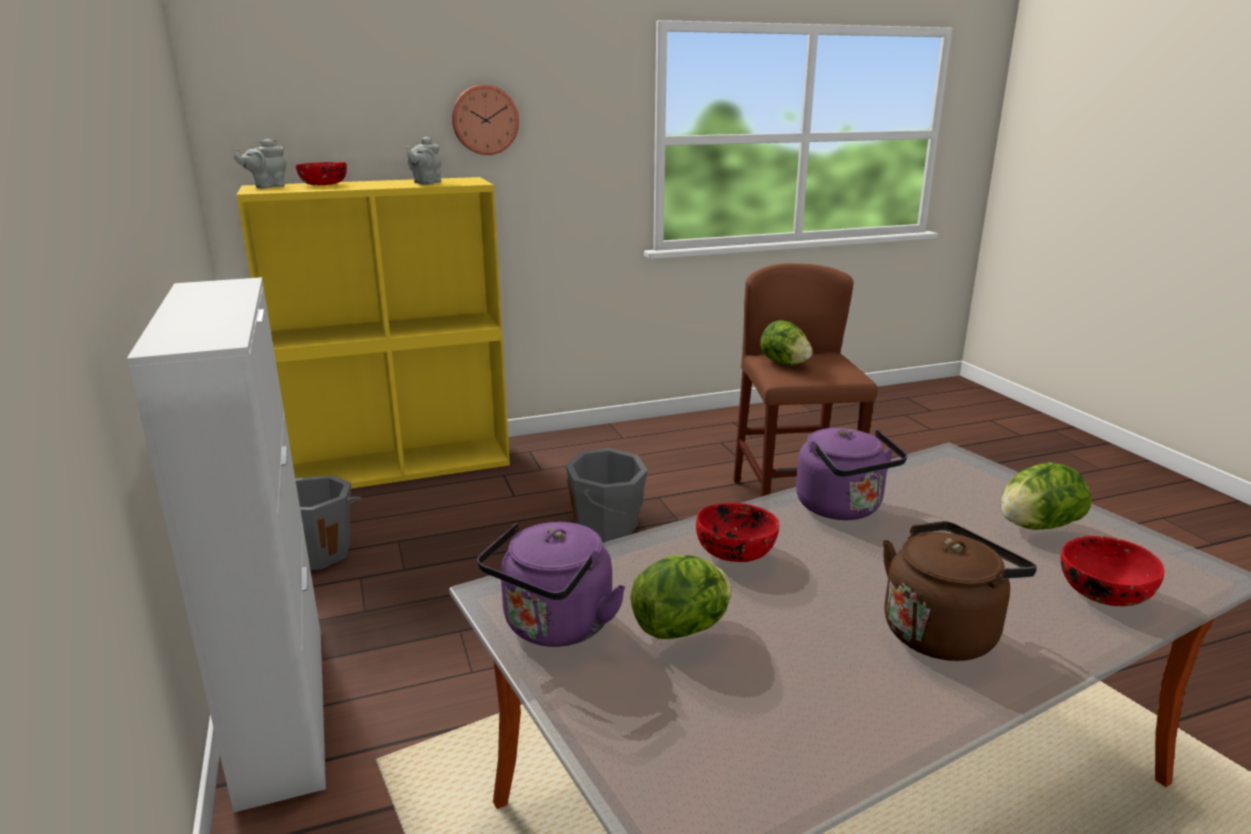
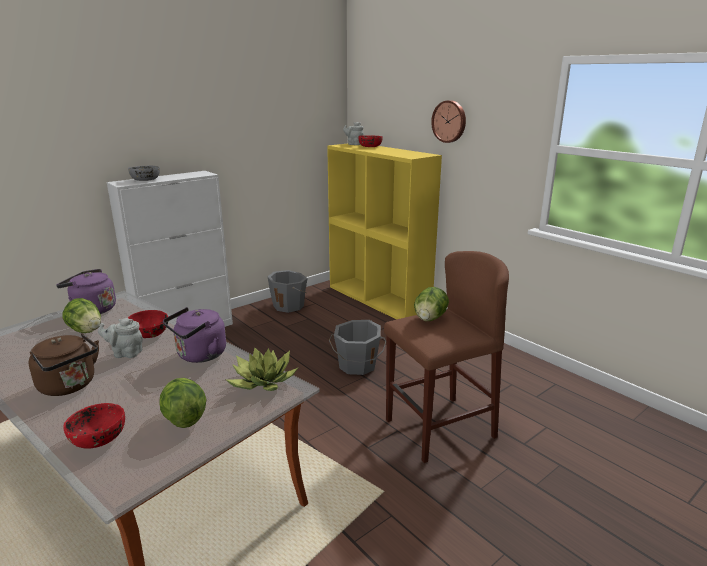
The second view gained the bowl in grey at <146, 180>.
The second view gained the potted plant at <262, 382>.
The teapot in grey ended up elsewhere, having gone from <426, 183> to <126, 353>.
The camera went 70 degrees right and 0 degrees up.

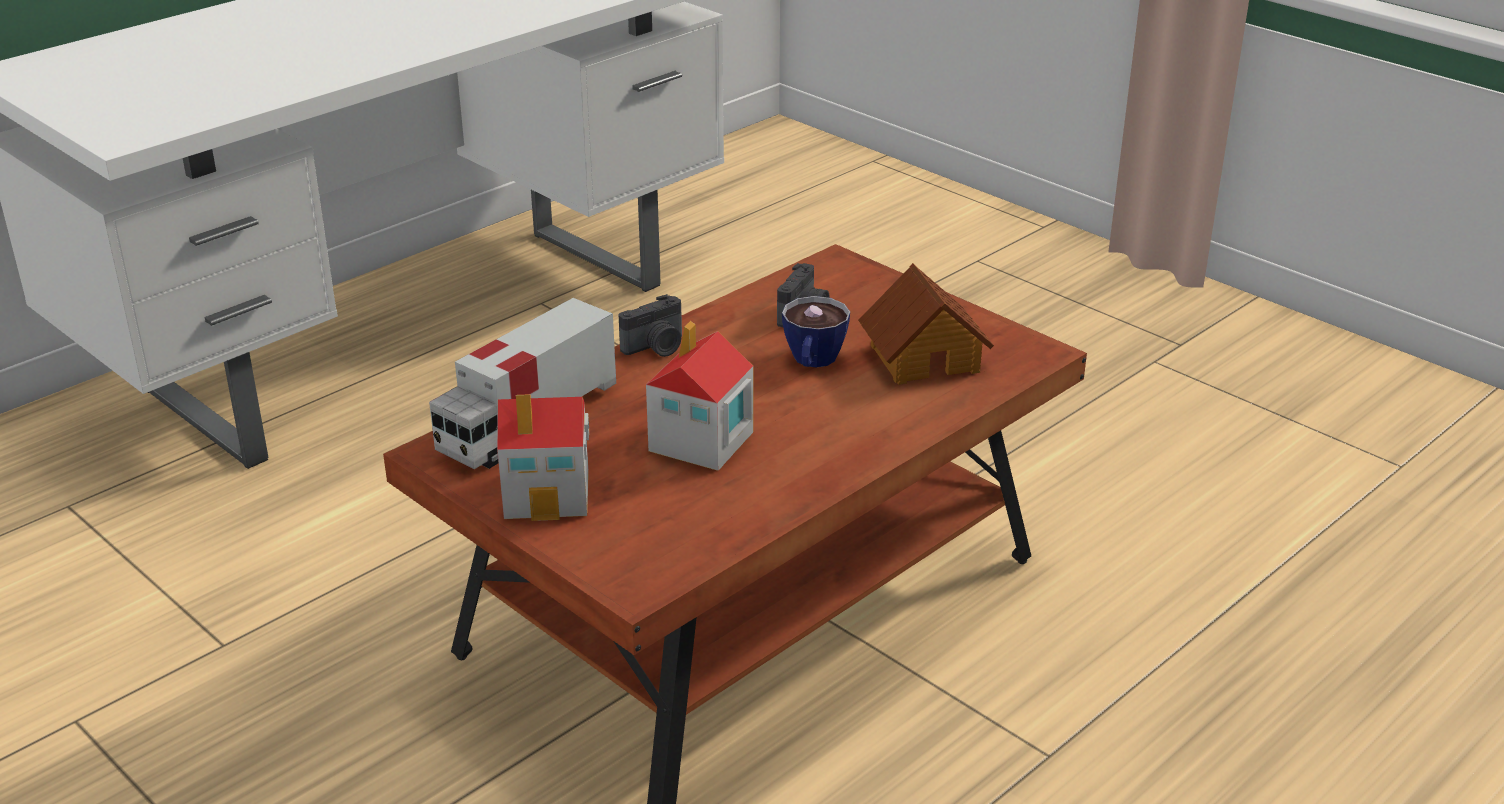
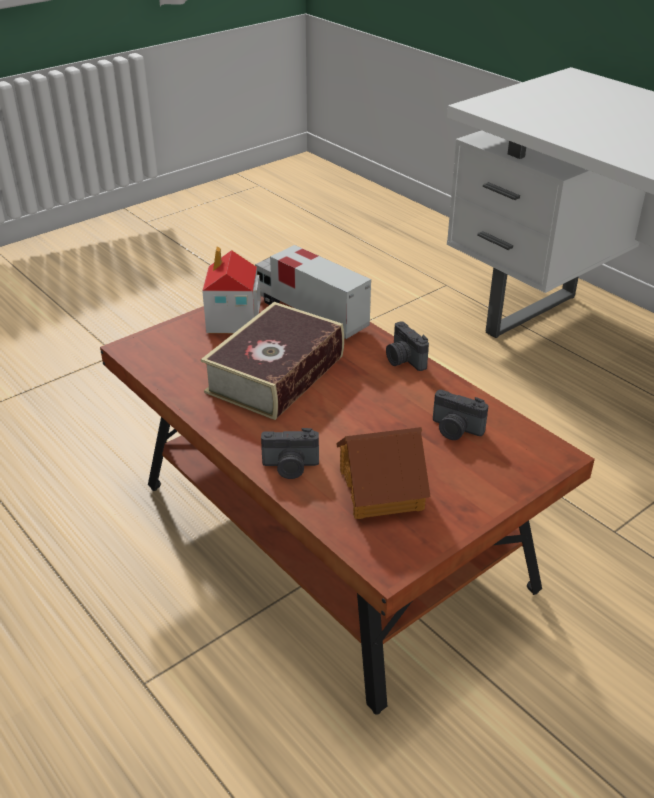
The second view lost the cup at <812, 362>.
The second view gained the photo camera at <290, 467>.
Where the toy house stood at <700, 442>, the book came to stand at <276, 374>.
The camera went 95 degrees right and 5 degrees up.

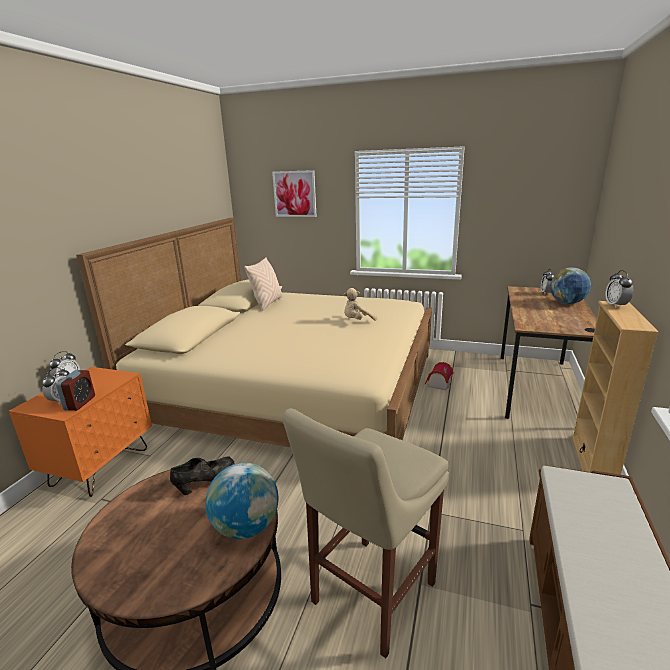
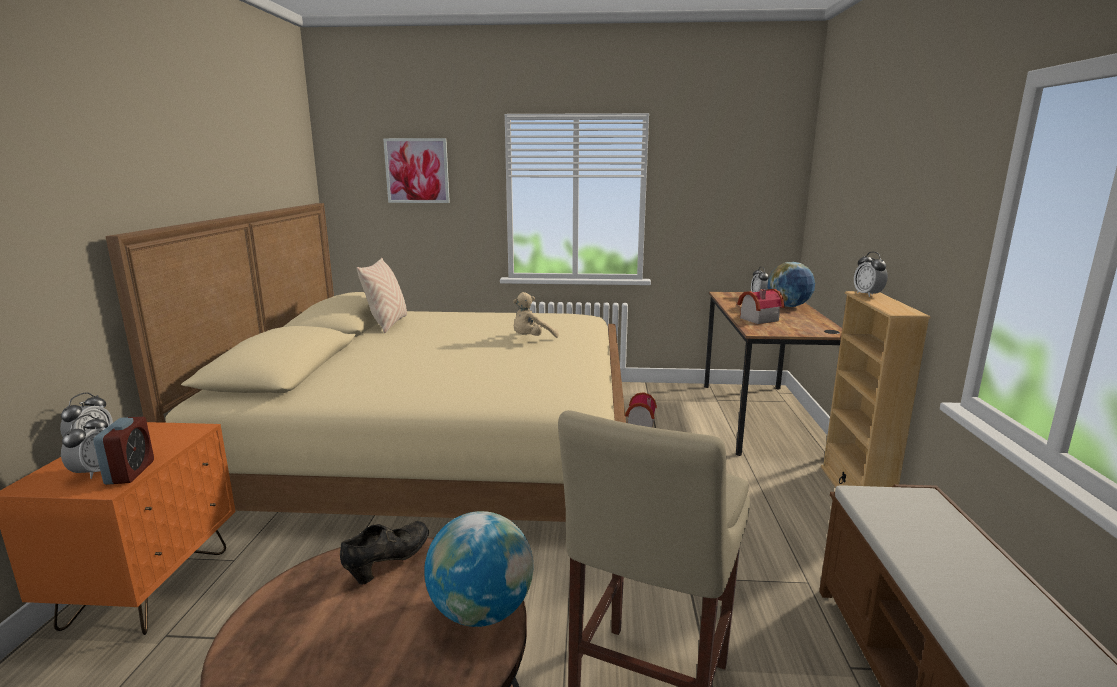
The second view gained the toy house at <756, 319>.
The camera went 15 degrees left and 5 degrees down.

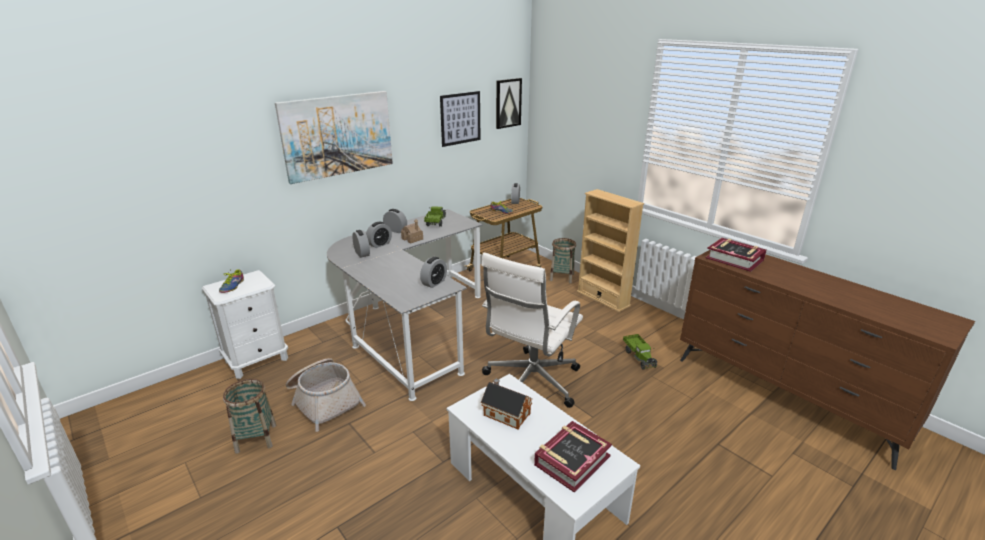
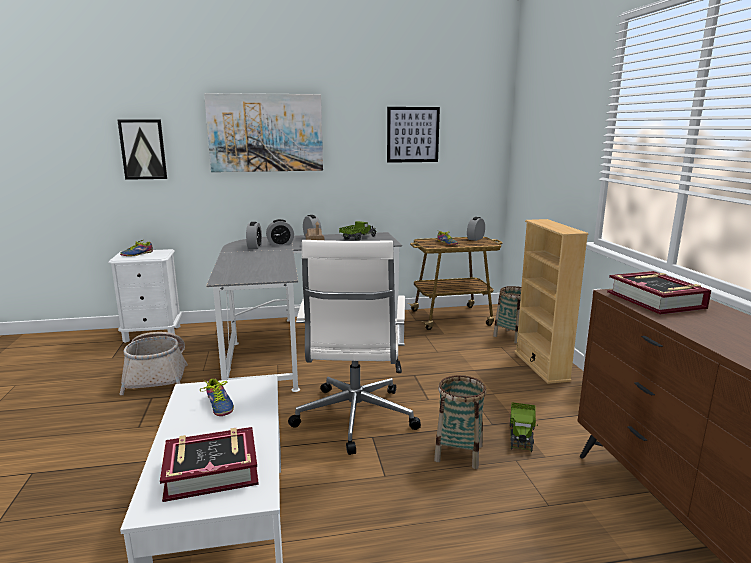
The second view lost the alarm clock at <434, 283>.
The basket ended up elsewhere, having gone from <256, 438> to <458, 453>.
The picture ended up elsewhere, having gone from <508, 103> to <143, 149>.
Where the toy house stood at <505, 413>, the shoe came to stand at <217, 406>.
The office chair in white at <530, 383> ended up facing another way, 60 degrees counterclockwise from before.
The camera went 30 degrees right and 10 degrees down.

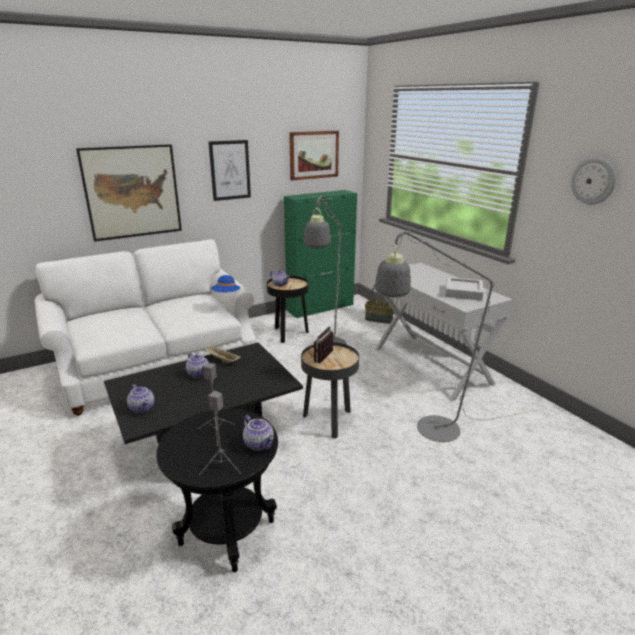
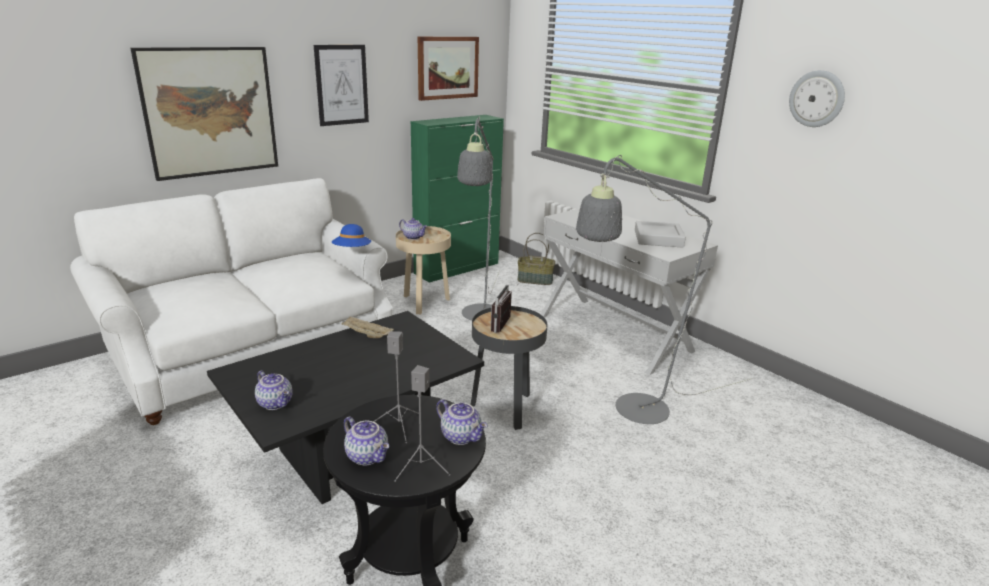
The teapot ended up elsewhere, having gone from <199, 374> to <368, 456>.
What was the side table in black at <288, 334> turned into the side table in beige at <424, 302>.
The camera went 10 degrees left and 0 degrees up.

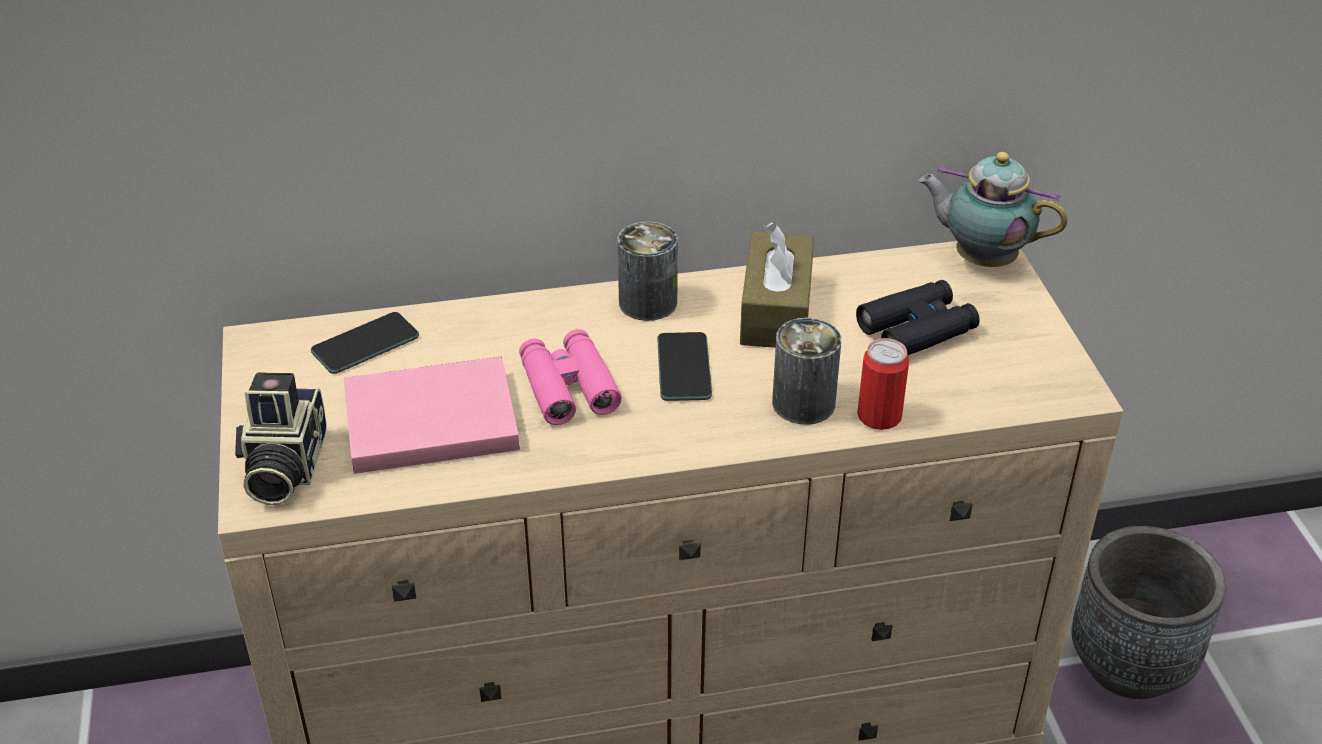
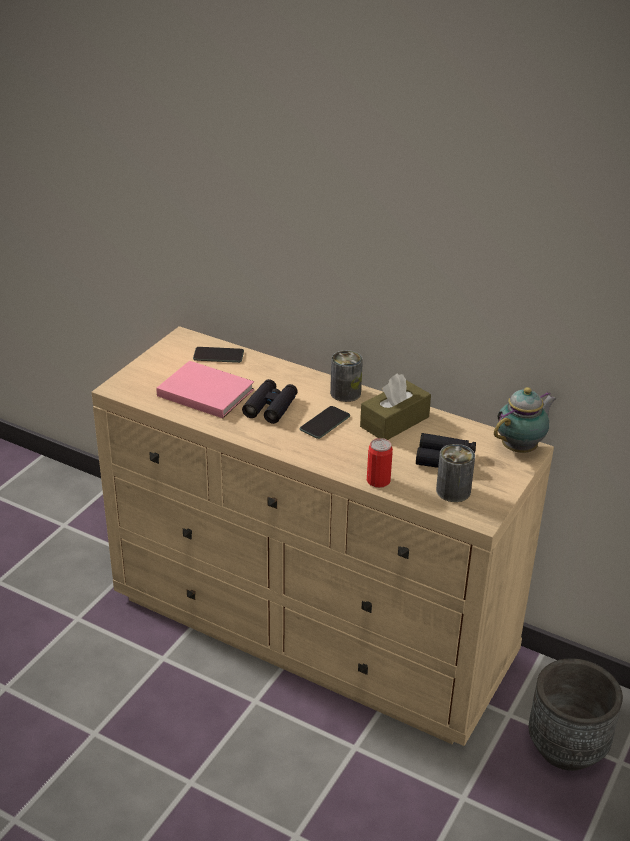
The second view lost the photo camera at <282, 467>.
The can ended up elsewhere, having gone from <803, 403> to <453, 491>.
What was the binoculars in pink at <568, 387> turned into the binoculars in black at <271, 407>.
The teapot at <981, 259> ended up facing another way, 75 degrees clockwise from before.
The camera went 40 degrees right and 5 degrees down.

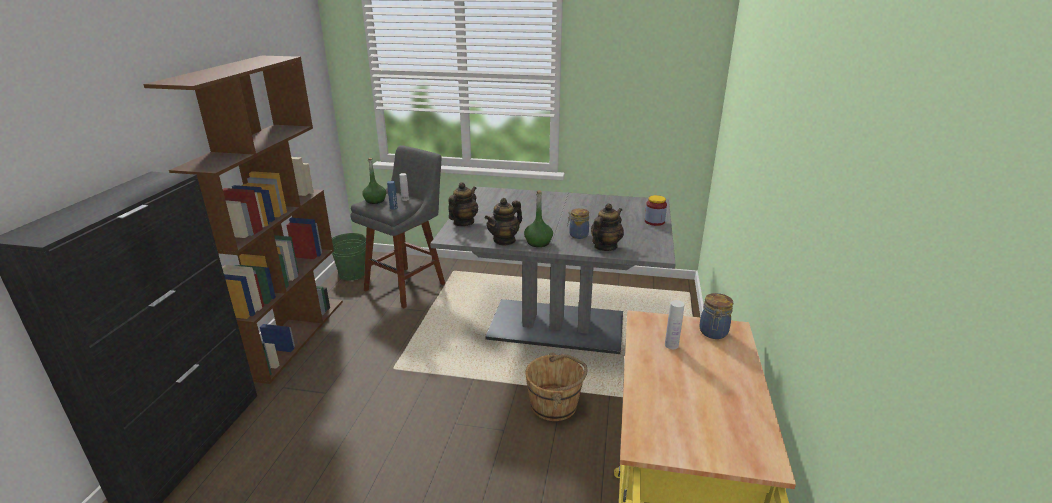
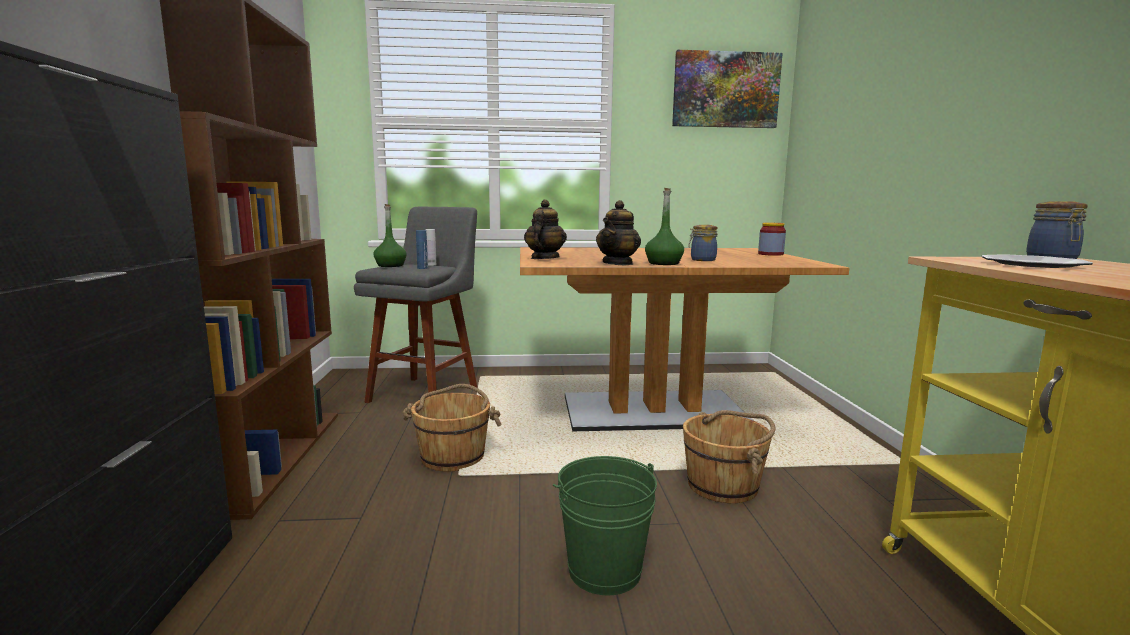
The second view lost the teapot at <605, 247>.
The second view gained the bucket in brown at <453, 456>.
The second view gained the picture at <725, 90>.
The bucket in green ended up elsewhere, having gone from <352, 273> to <605, 570>.
Where the bottle in white stood at <671, 345>, the plate came to stand at <1032, 264>.
What was the dining table in grey at <556, 327> turned into the dining table in brown at <653, 412>.
The camera went 15 degrees left and 15 degrees down.

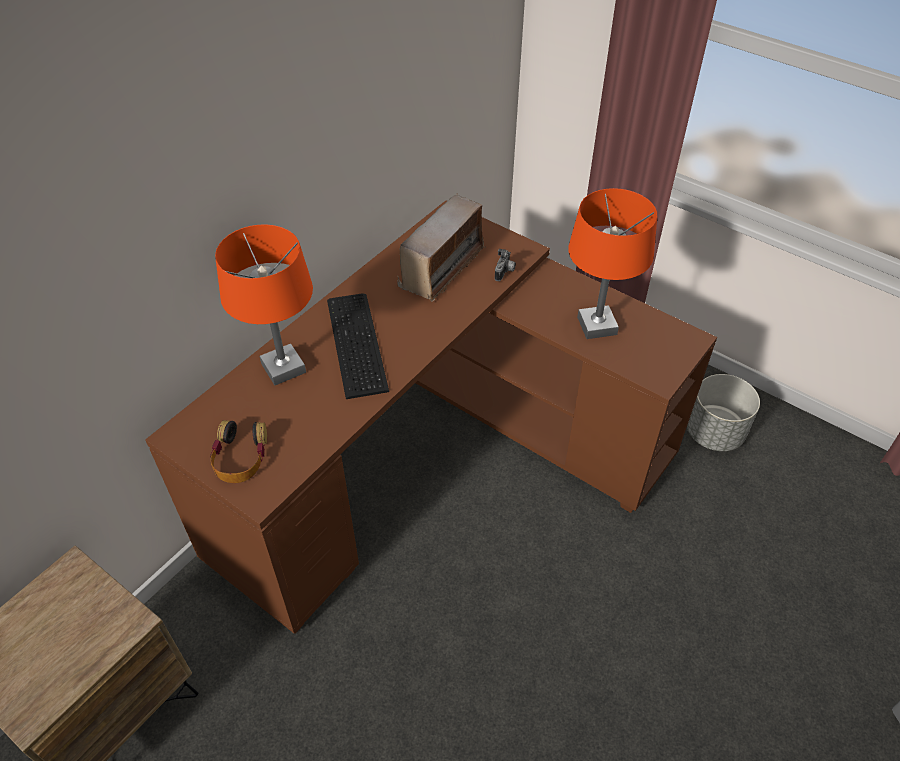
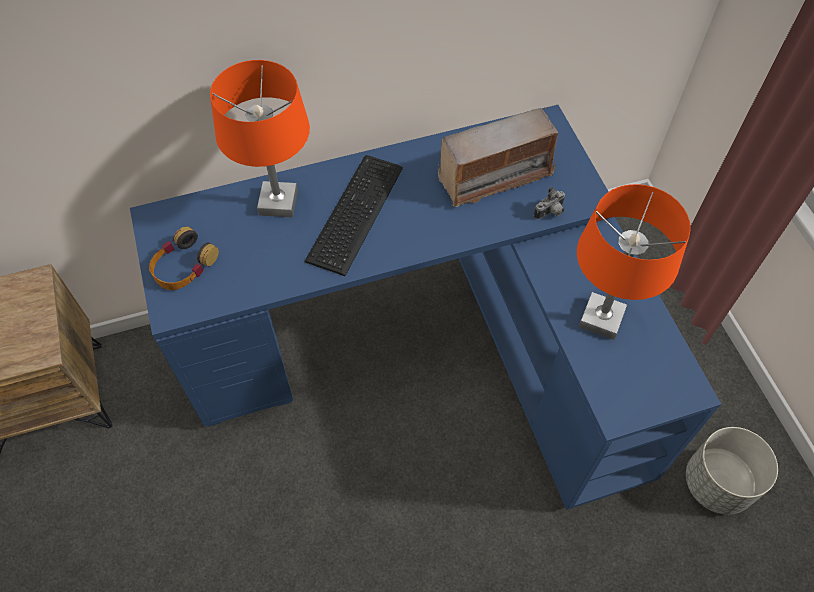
What was the desk in brown at <436, 458> turned into the desk in blue at <429, 345>.
The camera went 35 degrees right and 10 degrees up.

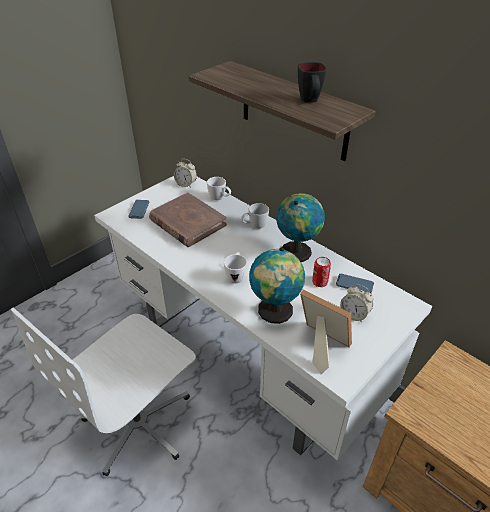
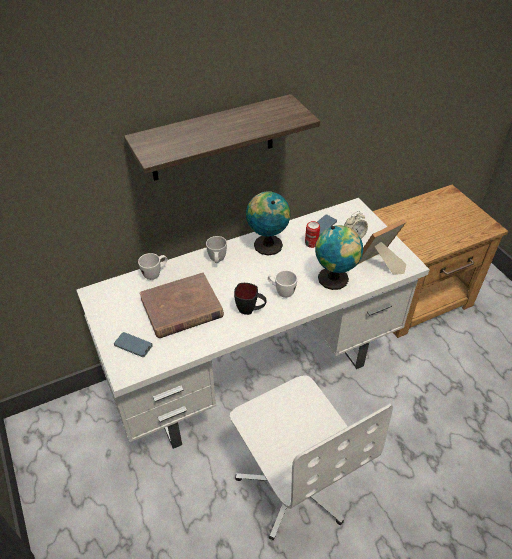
The second view lost the alarm clock at <186, 184>.
The mug in black ended up elsewhere, having gone from <310, 101> to <250, 310>.
The camera went 70 degrees left and 5 degrees up.

